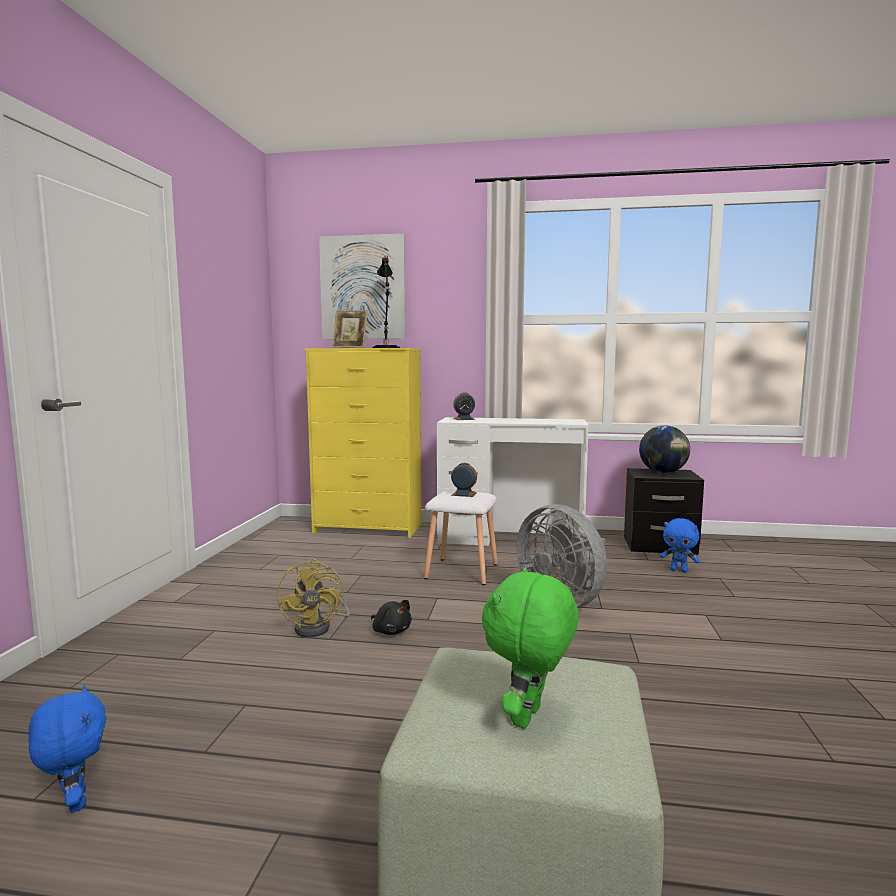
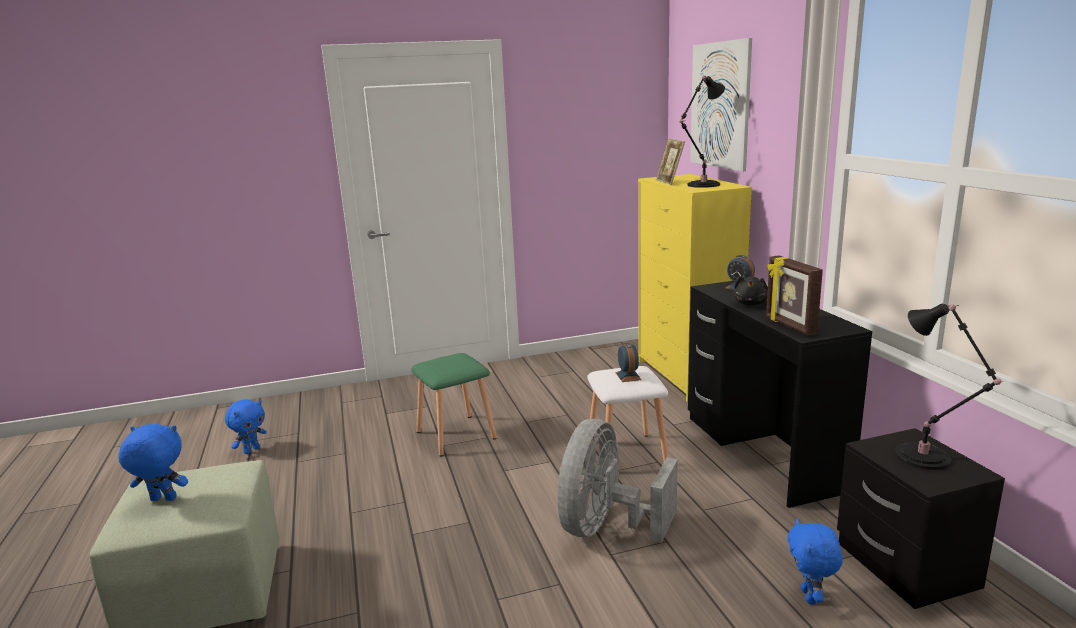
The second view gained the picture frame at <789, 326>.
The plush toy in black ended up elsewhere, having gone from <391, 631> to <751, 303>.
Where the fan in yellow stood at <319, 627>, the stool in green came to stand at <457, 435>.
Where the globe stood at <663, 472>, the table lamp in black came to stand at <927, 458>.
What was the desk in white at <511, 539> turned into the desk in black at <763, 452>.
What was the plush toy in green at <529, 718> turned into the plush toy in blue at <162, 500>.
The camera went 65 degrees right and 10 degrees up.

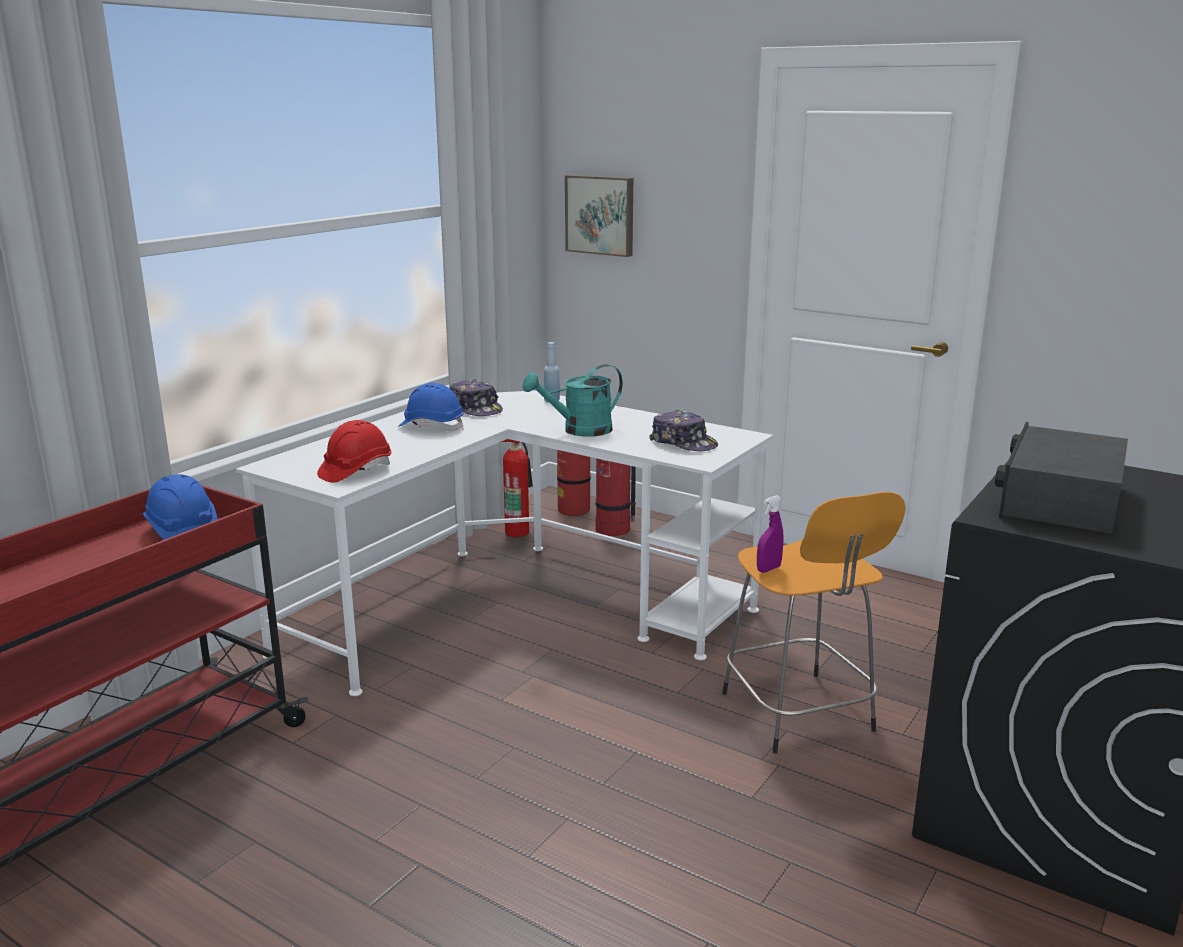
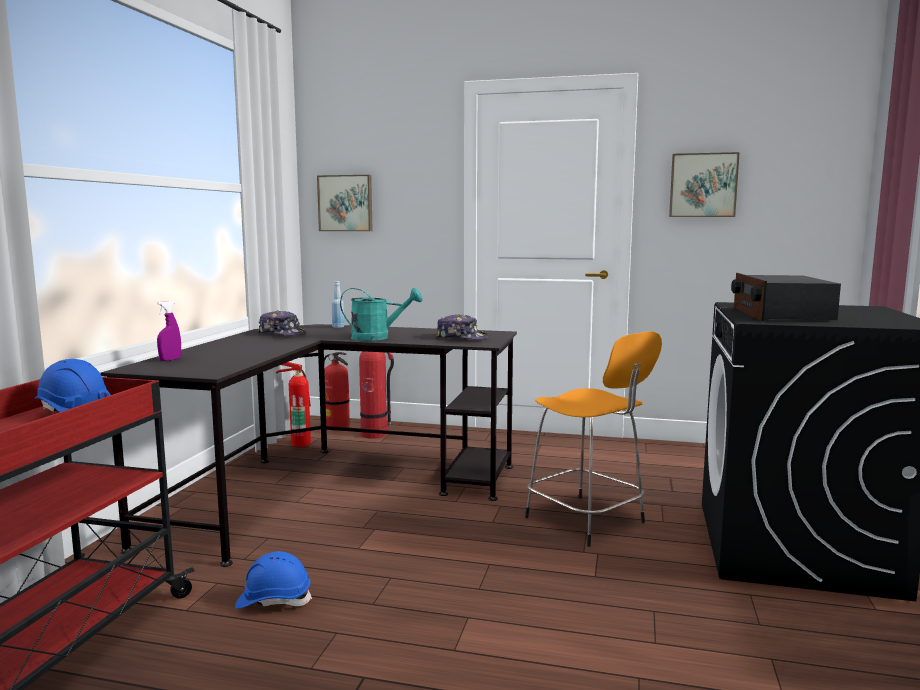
The second view lost the hard hat in red at <355, 471>.
The second view gained the picture at <703, 185>.
The hard hat in blue ended up elsewhere, having gone from <431, 427> to <274, 601>.
The spray bottle in purple ended up elsewhere, having gone from <768, 569> to <170, 360>.
What was the desk in white at <514, 606> turned into the desk in black at <329, 488>.
The watering can in turquoise at <579, 431> ended up facing another way, 135 degrees counterclockwise from before.
The camera went 20 degrees left and 10 degrees down.

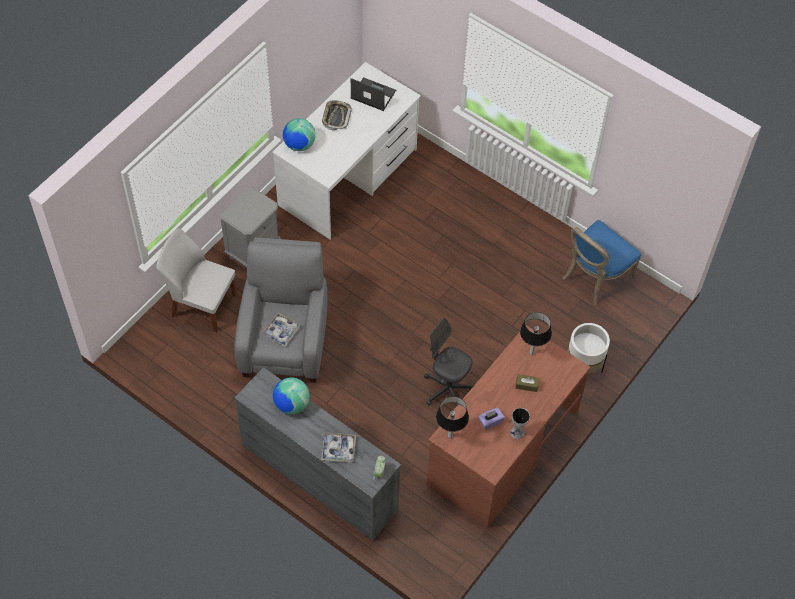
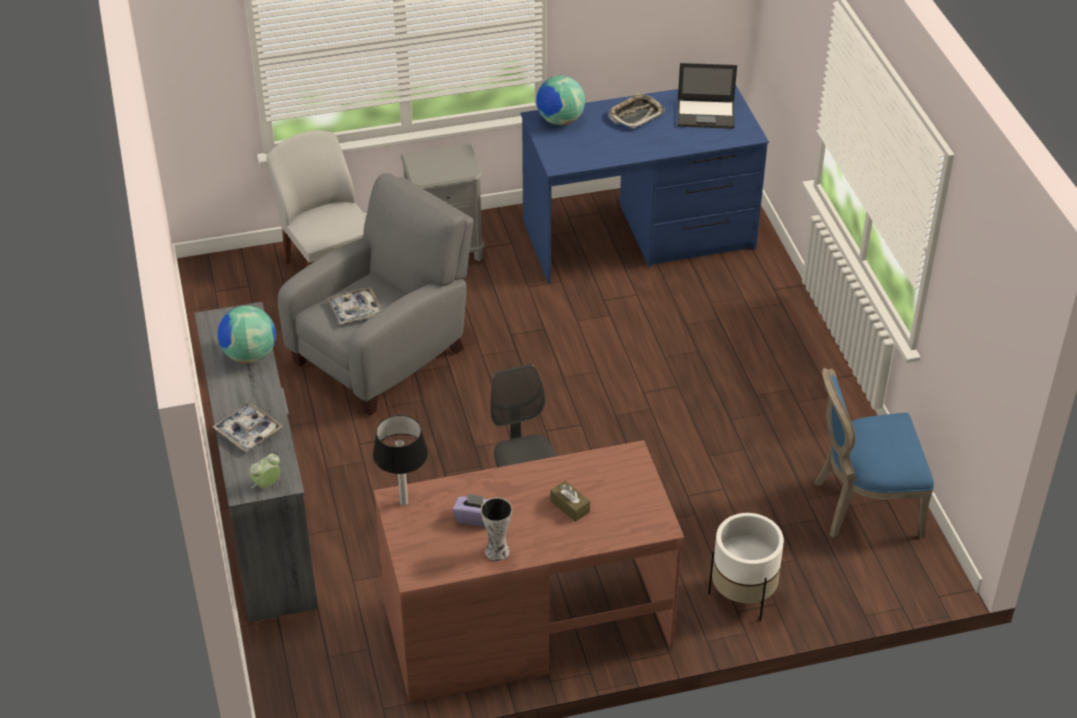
The second view lost the table lamp at <532, 353>.
What was the desk in white at <348, 177> turned into the desk in blue at <639, 235>.
The laptop at <372, 94> ended up facing another way, 120 degrees clockwise from before.
The camera went 40 degrees right and 15 degrees down.

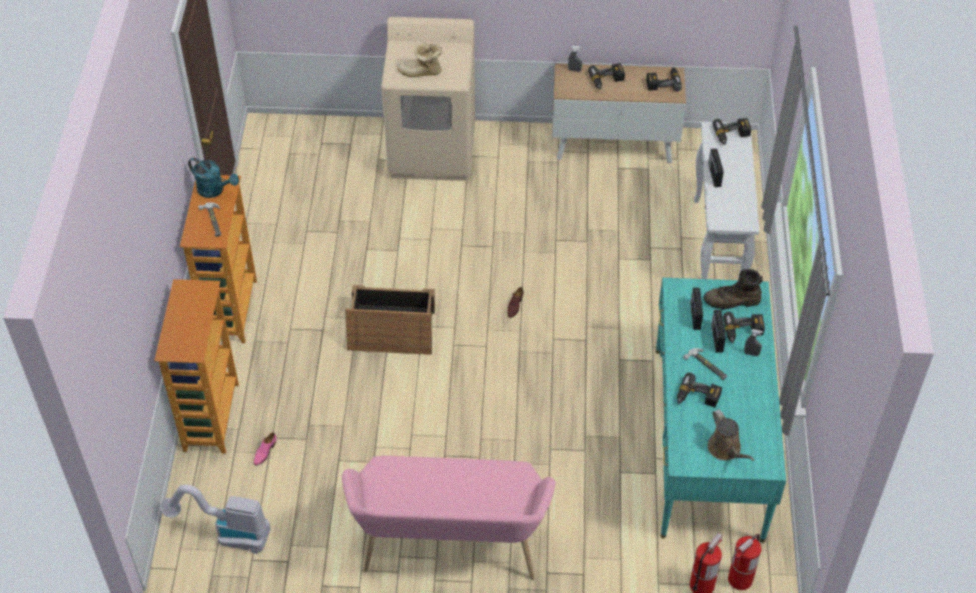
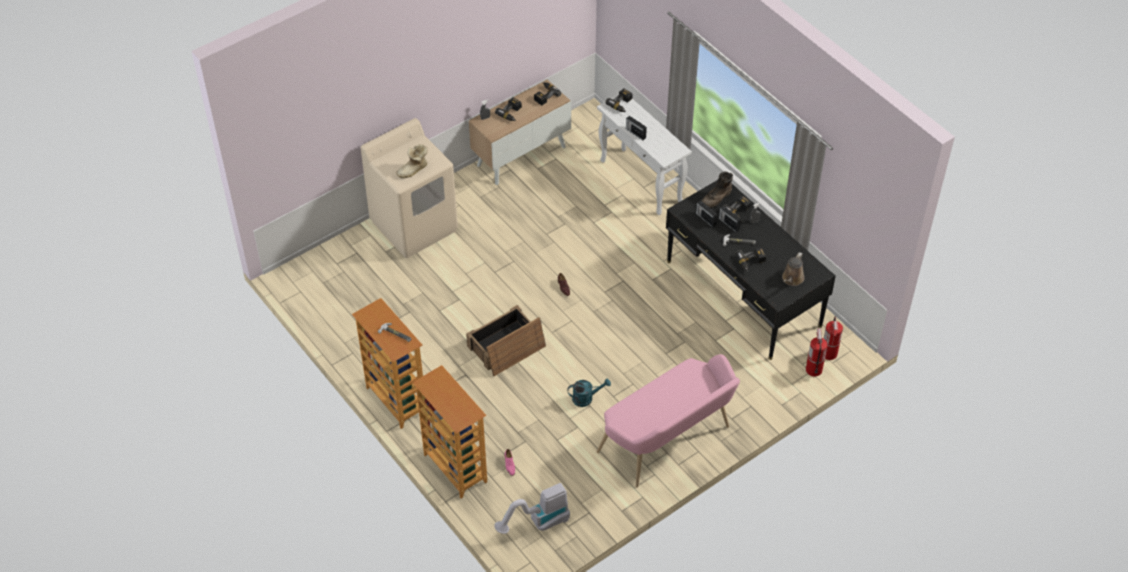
The watering can in turquoise ended up elsewhere, having gone from <215, 190> to <586, 398>.
What was the desk in turquoise at <707, 441> turned into the desk in black at <743, 293>.
The watering can in brown at <726, 449> ended up facing another way, 90 degrees clockwise from before.
The camera went 40 degrees left and 0 degrees up.

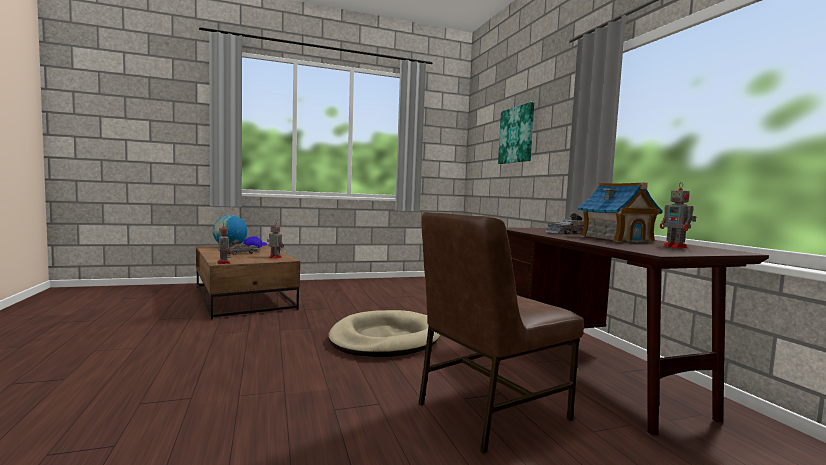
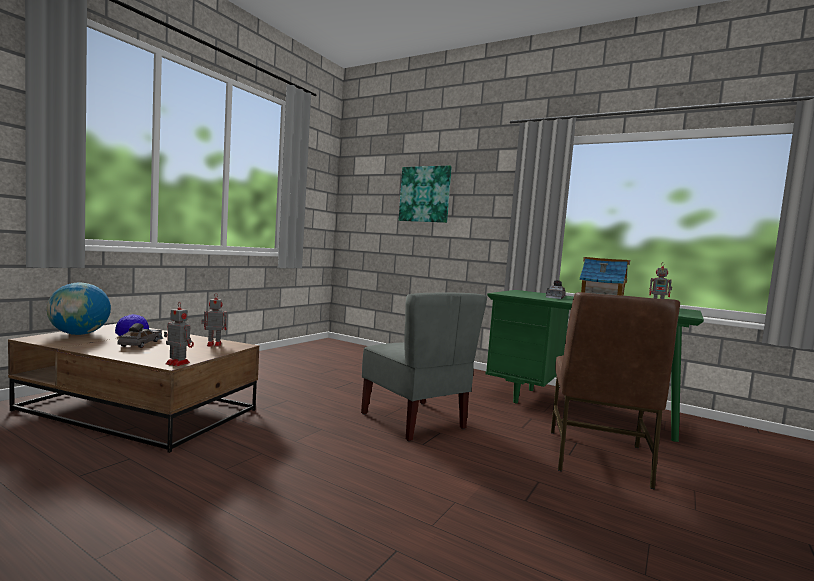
Where the dog bed in beige stood at <385, 339>, the chair in grey came to stand at <414, 421>.
What was the desk in brown at <590, 372> turned into the desk in green at <580, 409>.
The camera went 40 degrees left and 0 degrees up.

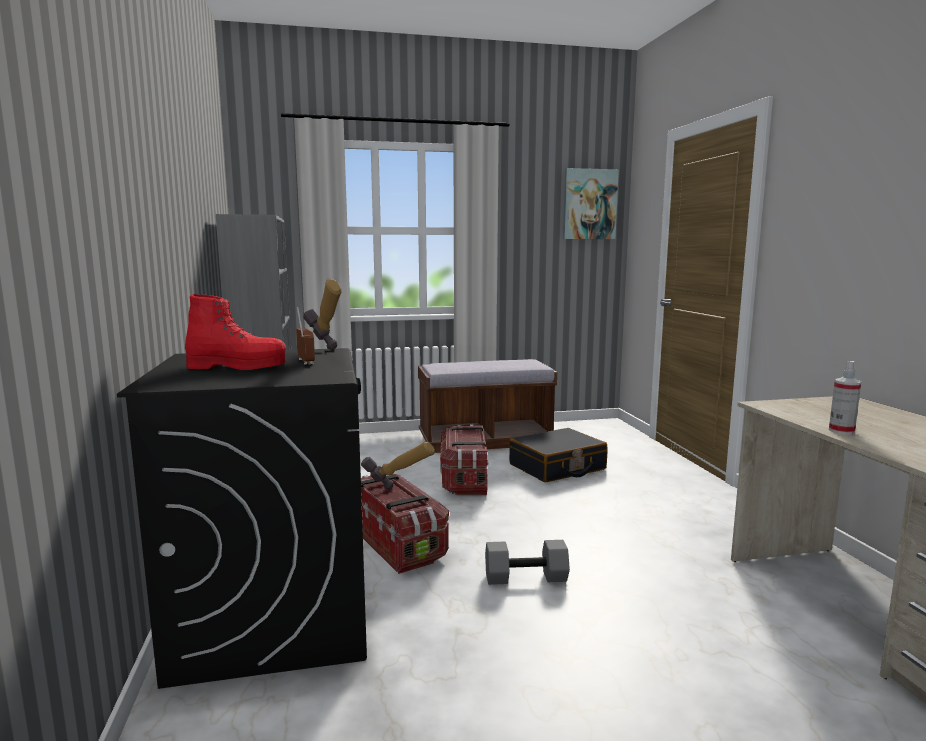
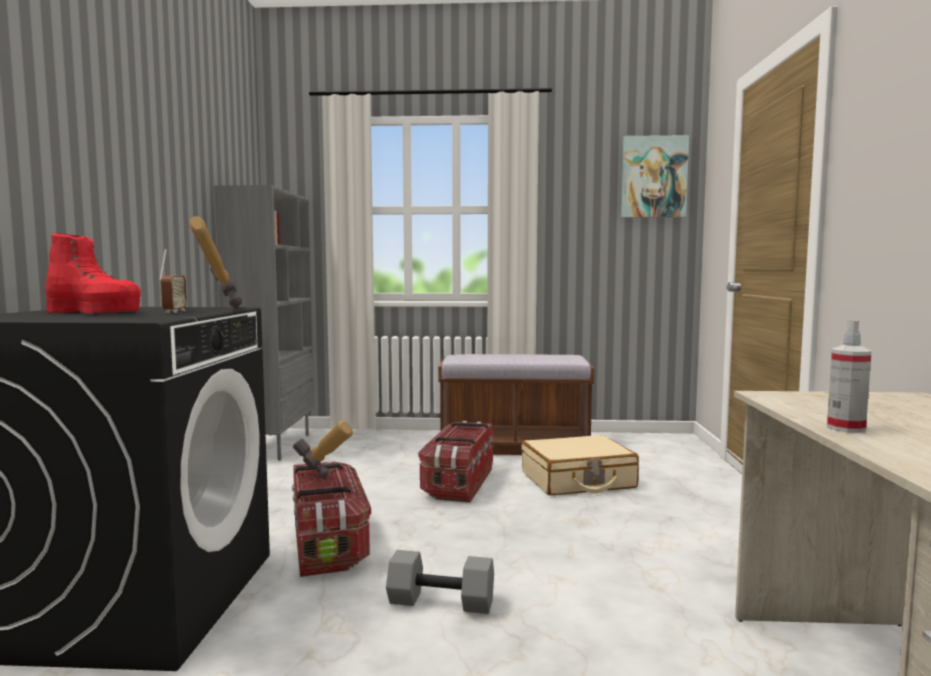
What was the suitcase in black at <557, 467> turned into the suitcase in beige at <577, 480>.
The camera went 15 degrees right and 5 degrees down.

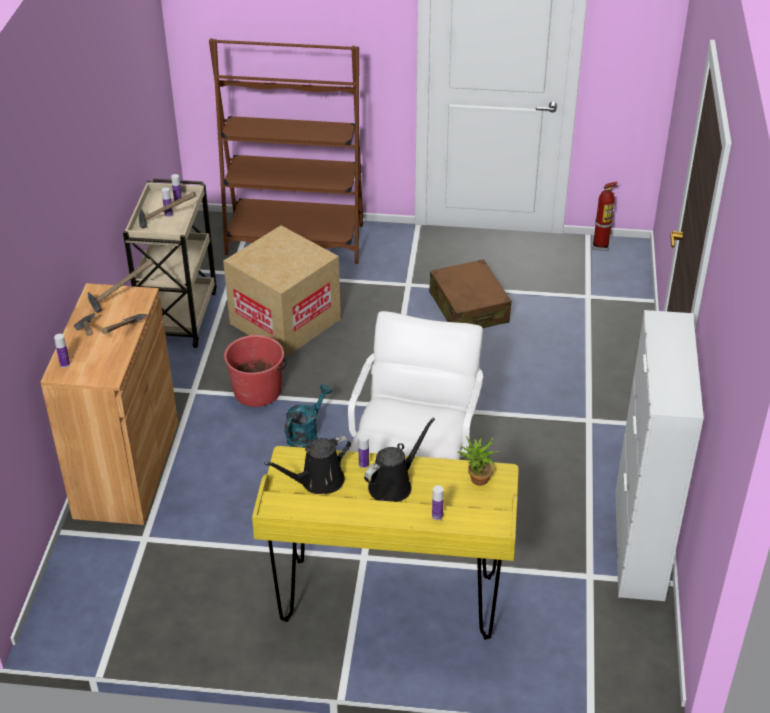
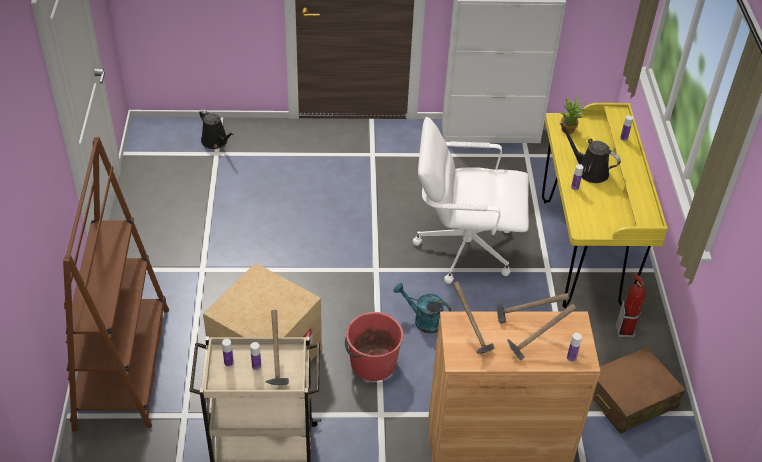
The watering can in black ended up elsewhere, having gone from <318, 481> to <216, 141>.
The suitcase in brown ended up elsewhere, having gone from <469, 308> to <630, 398>.
The fire extinguisher ended up elsewhere, having gone from <601, 246> to <625, 330>.
The camera went 100 degrees left and 5 degrees up.

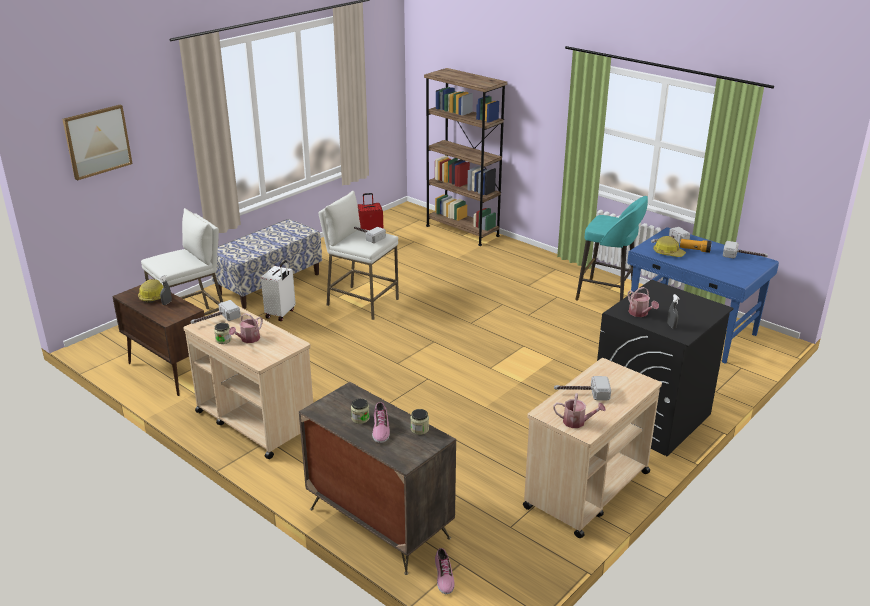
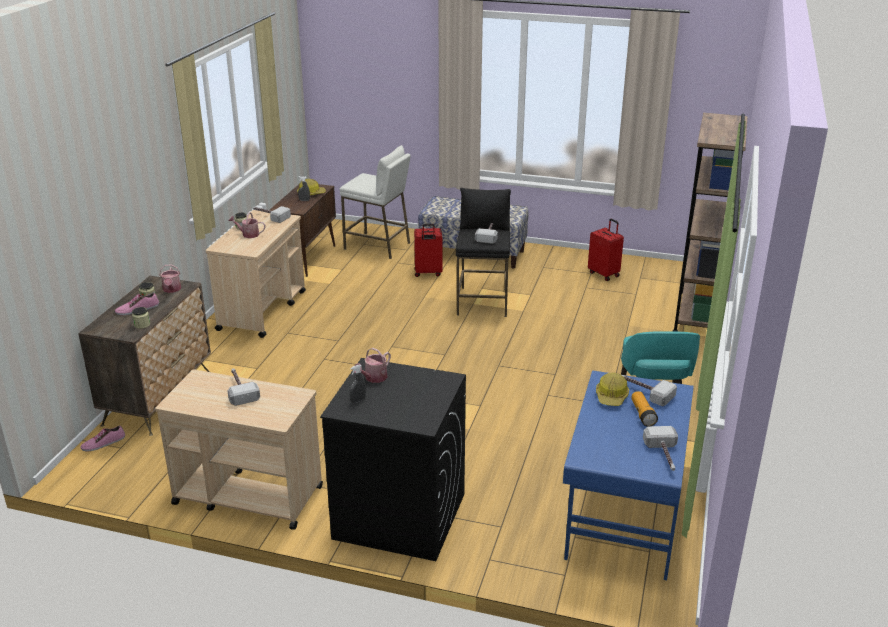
The second view lost the picture at <97, 141>.
The watering can ended up elsewhere, having gone from <577, 422> to <171, 290>.
What was the suitcase in white at <281, 314> turned into the suitcase in red at <428, 273>.
What was the stool in white at <362, 302> turned into the stool in black at <483, 301>.
The camera went 65 degrees right and 0 degrees up.

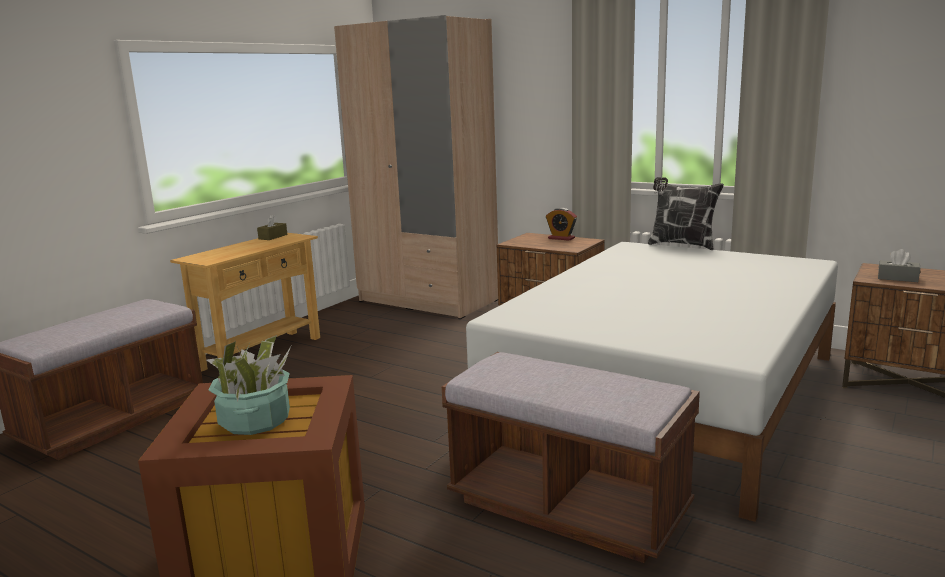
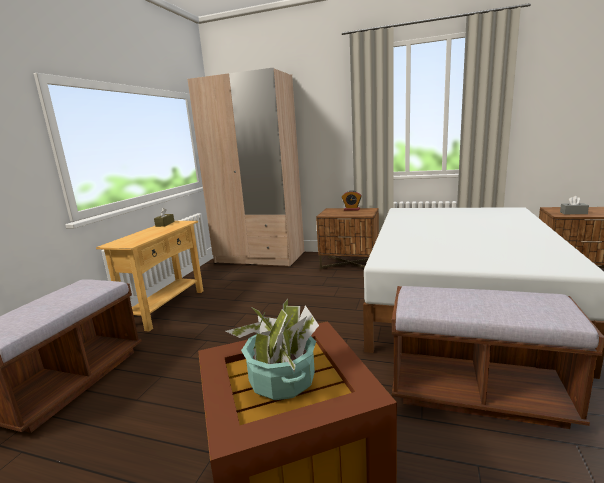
The second view lost the pillow at <681, 245>.
The camera went 15 degrees left and 0 degrees up.

